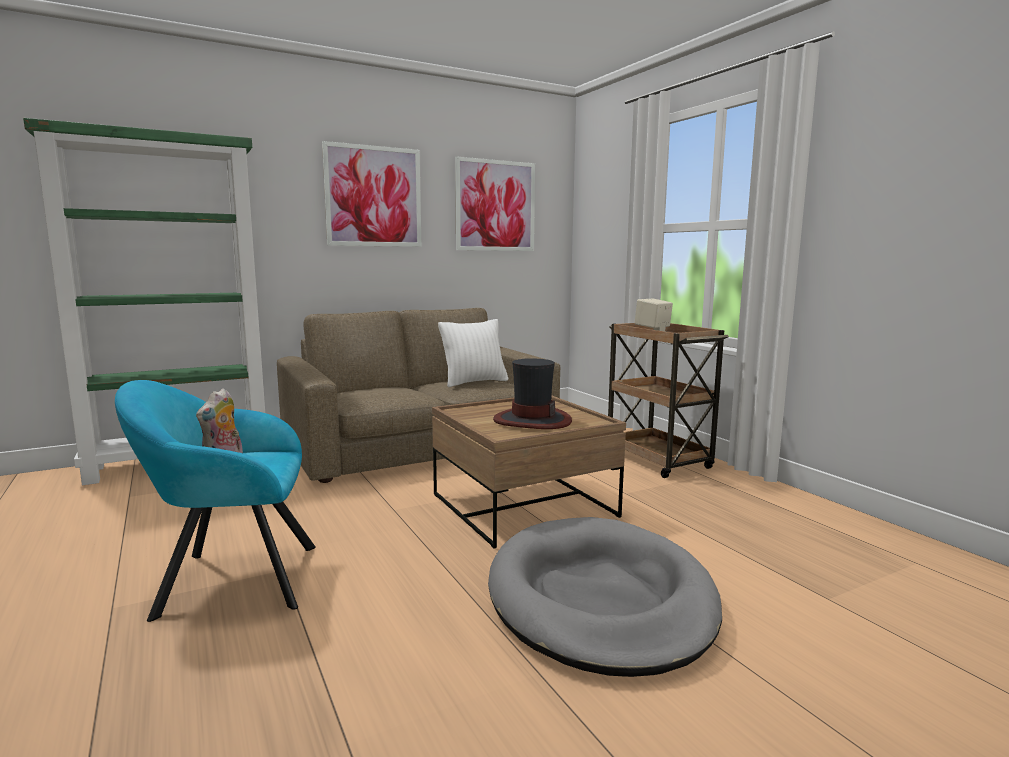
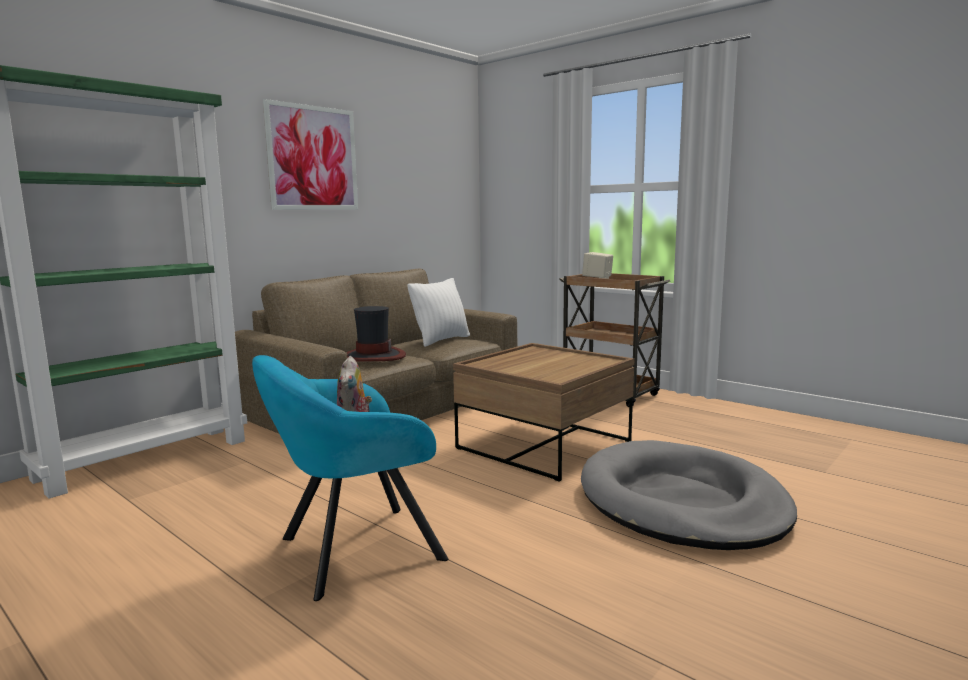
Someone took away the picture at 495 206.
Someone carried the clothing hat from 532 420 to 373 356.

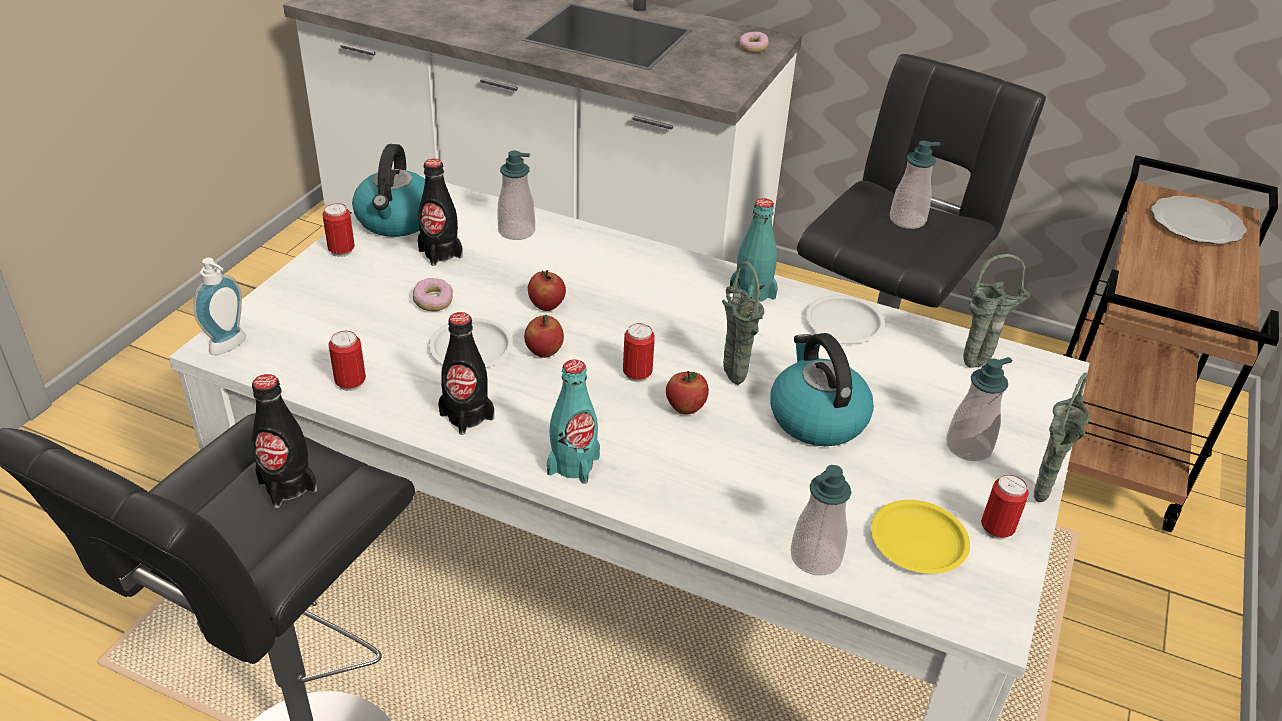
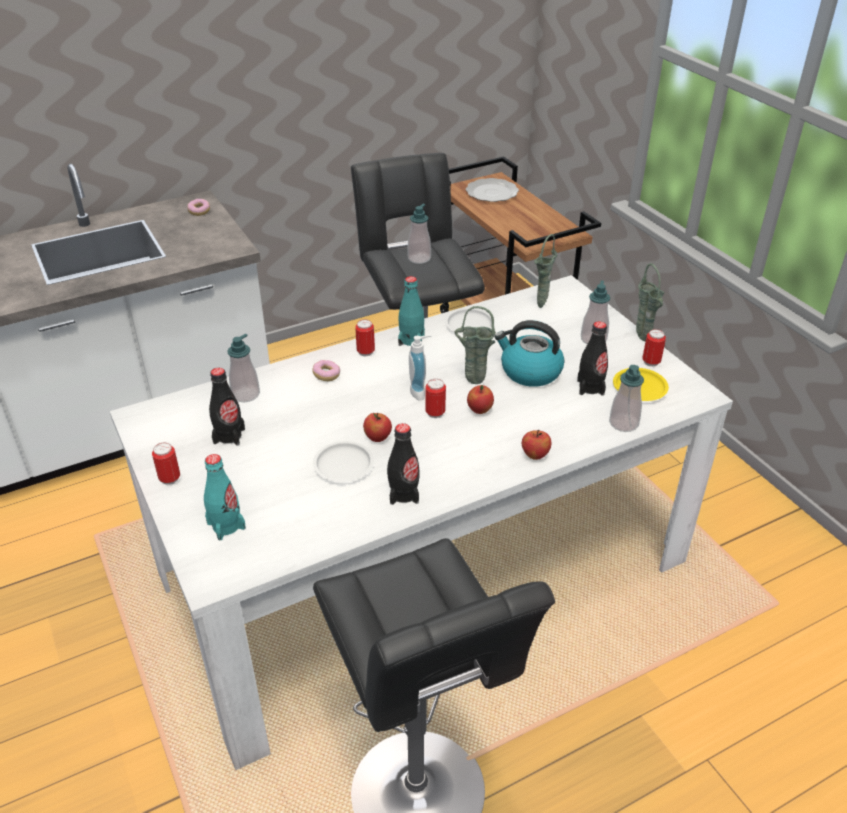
Someone took away the tea kettle at 397 220.
Someone carried the soap bottle from 231 347 to 420 392.
Someone carried the whole apple from 547 306 to 535 455.
Someone carried the donut from 433 302 to 326 375.
Someone carried the metal can from 350 383 to 365 352.
Someone carried the turquoise beverage bottle from 573 465 to 226 525.
Someone carried the black beverage bottle from 288 486 to 590 387.

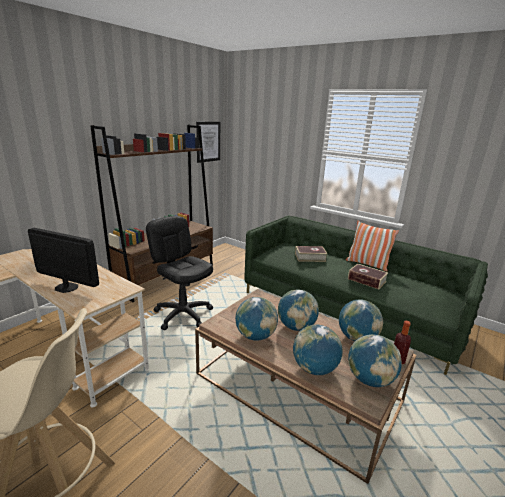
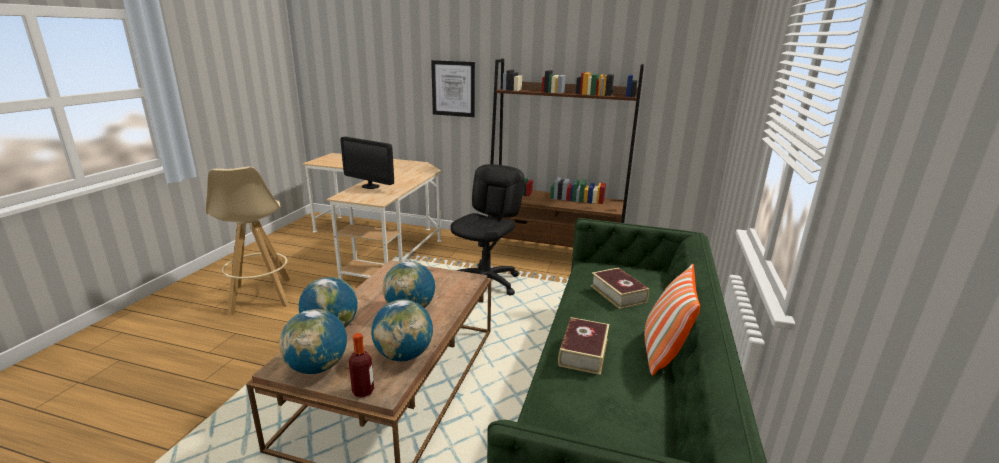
Someone carried the picture from 208 141 to 453 88.
Someone rotated the computer display at 66 287 by 120 degrees clockwise.
Someone took away the desk globe at 255 336.

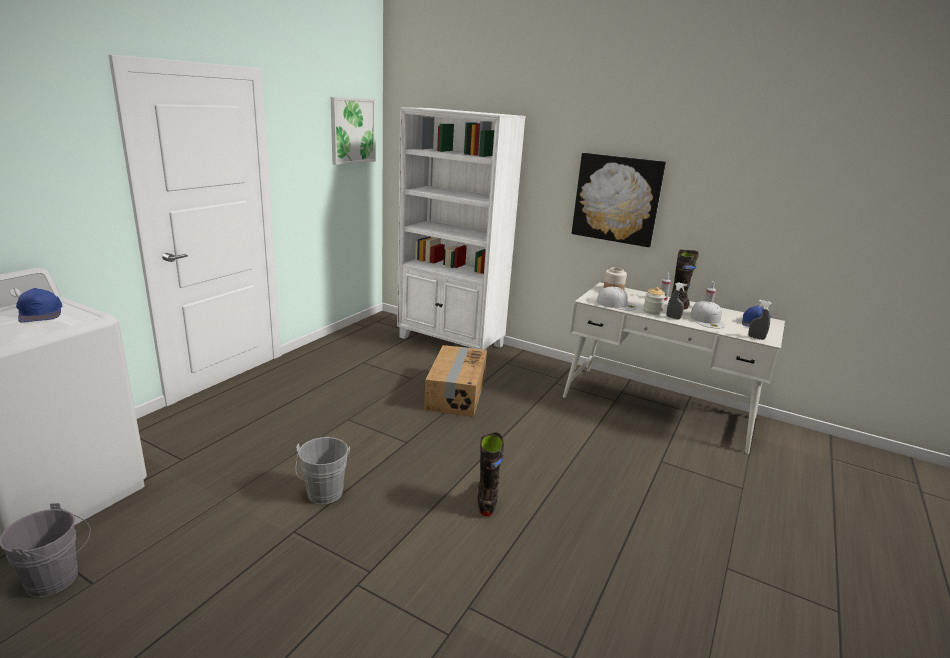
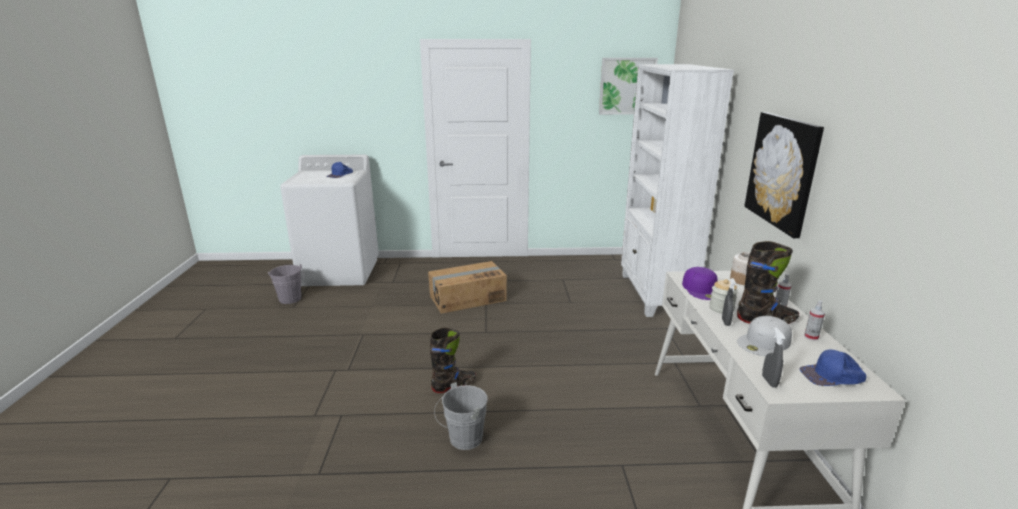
Someone repainted the white baseball cap at 617 304, which became the purplish baseball cap at 702 289.
Someone carried the cardboard box from 455 393 to 467 298.
Someone carried the greyish pail from 324 495 to 462 440.

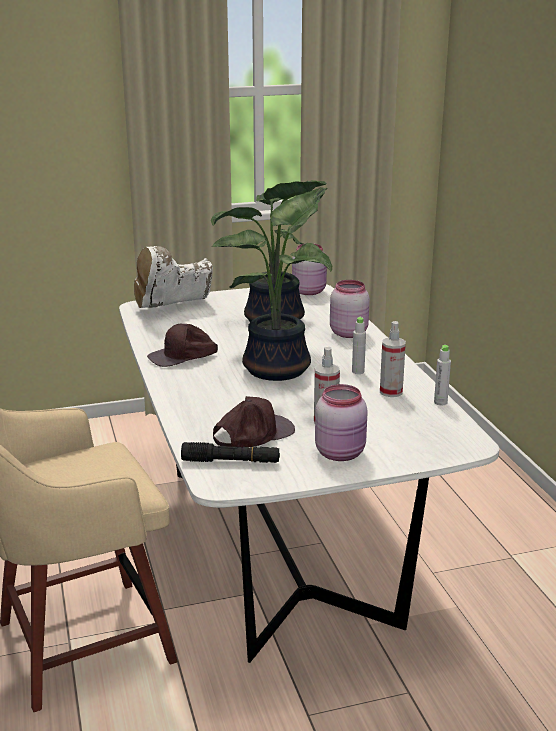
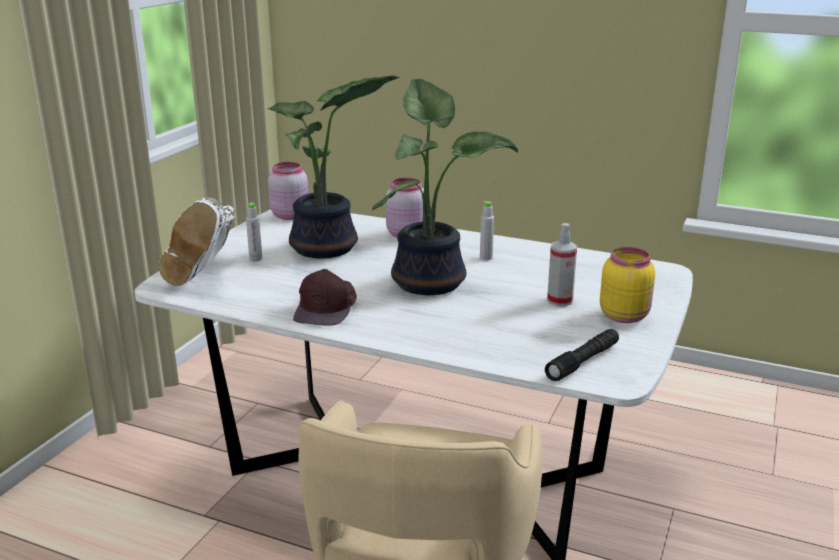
Someone took away the sprayer at 391 392.
Someone carried the greyish beverage bottle from 440 402 to 255 259.
Someone repainted the pinkish jar at 341 453, which became the yellow-coloured jar at 624 315.
Someone took away the brown-coloured baseball cap at 253 433.

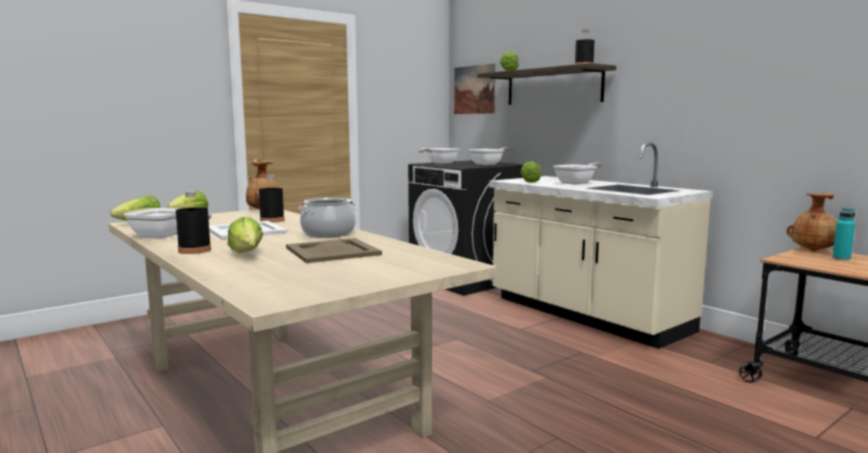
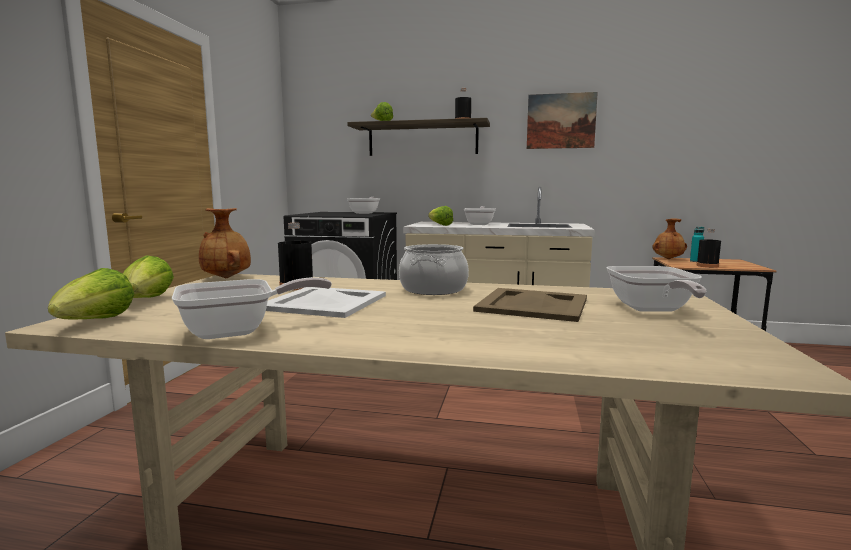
Someone carried the picture from 474 89 to 561 121.
Someone carried the pan from 439 163 to 652 310.
Someone carried the black beverage bottle from 194 250 to 707 266.
Someone took away the lettuce head at 247 254.

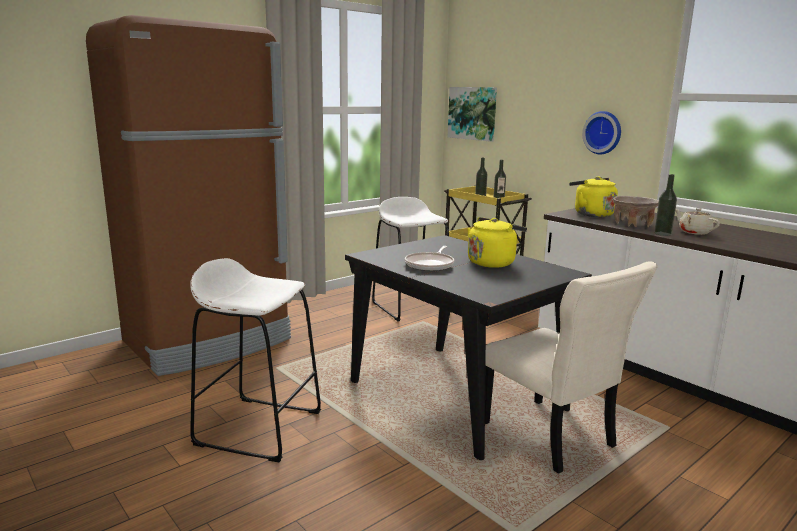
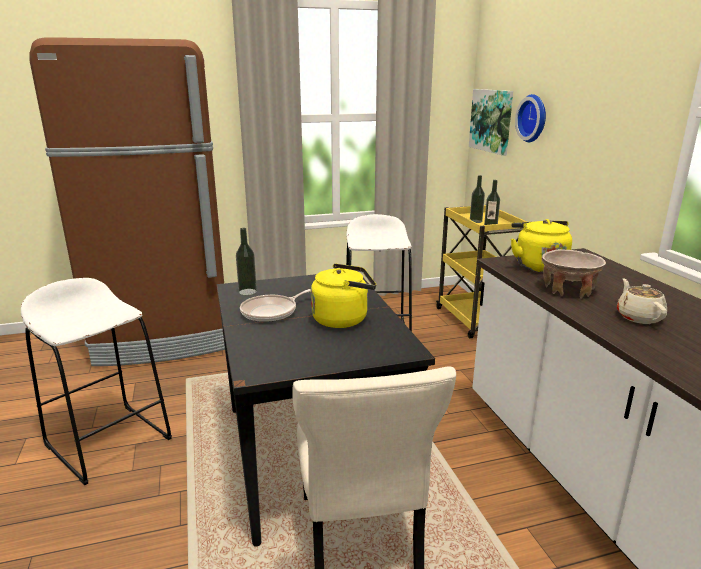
Someone carried the hanging clock from 603 132 to 534 118.
Someone carried the beverage bottle from 662 234 to 247 292.

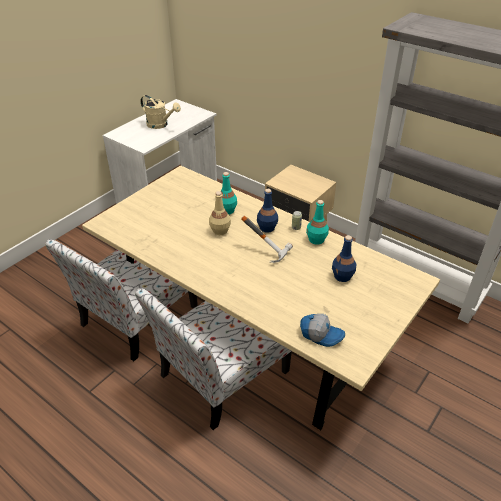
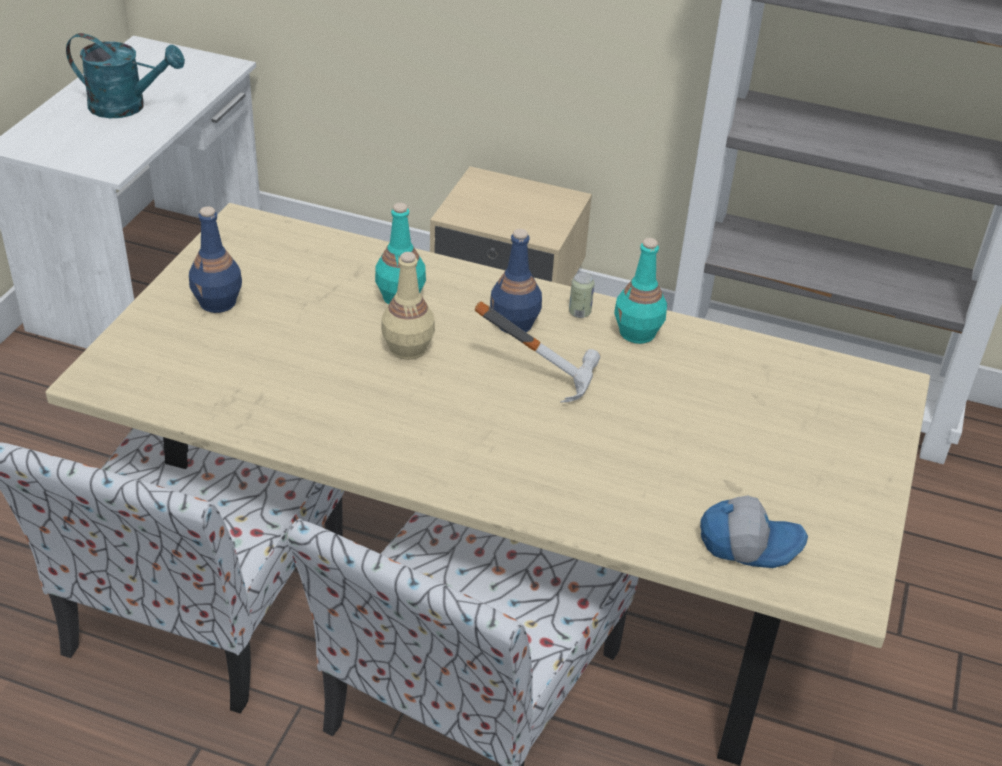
Someone repainted the beige watering pot at 160 125, which became the turquoise watering pot at 127 107.
Someone carried the blue beverage bottle from 342 276 to 218 302.

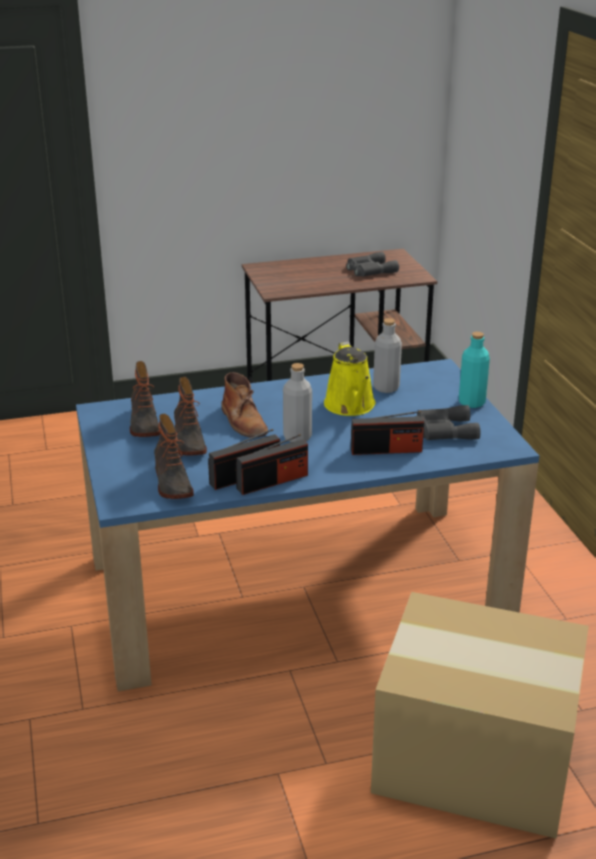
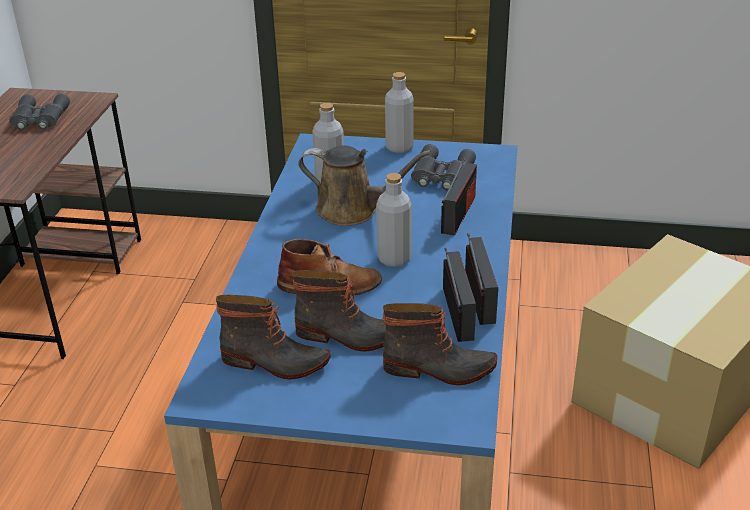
Someone repainted the turquoise beverage bottle at 471 402, which became the greyish beverage bottle at 399 147.
Someone repainted the yellow-coloured watering pot at 351 406, which became the brown-coloured watering pot at 353 210.

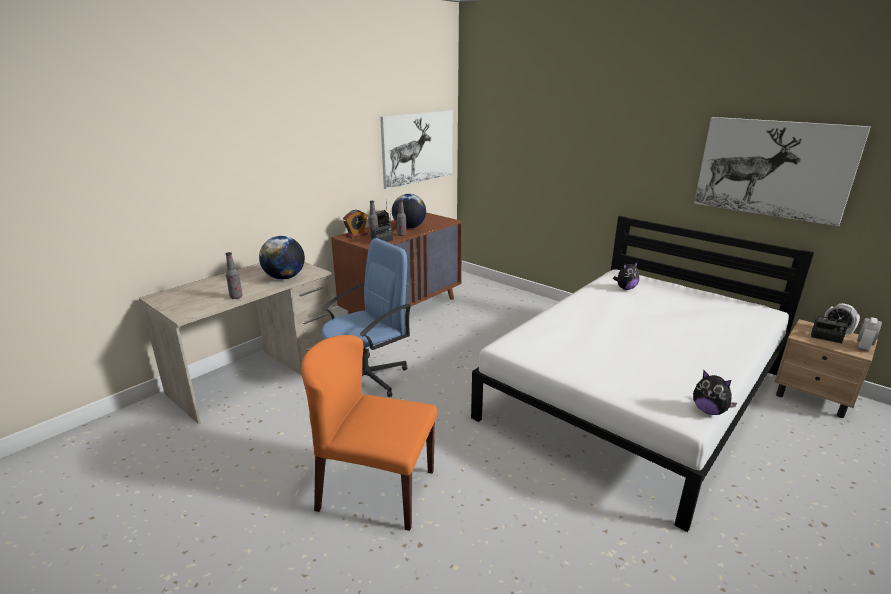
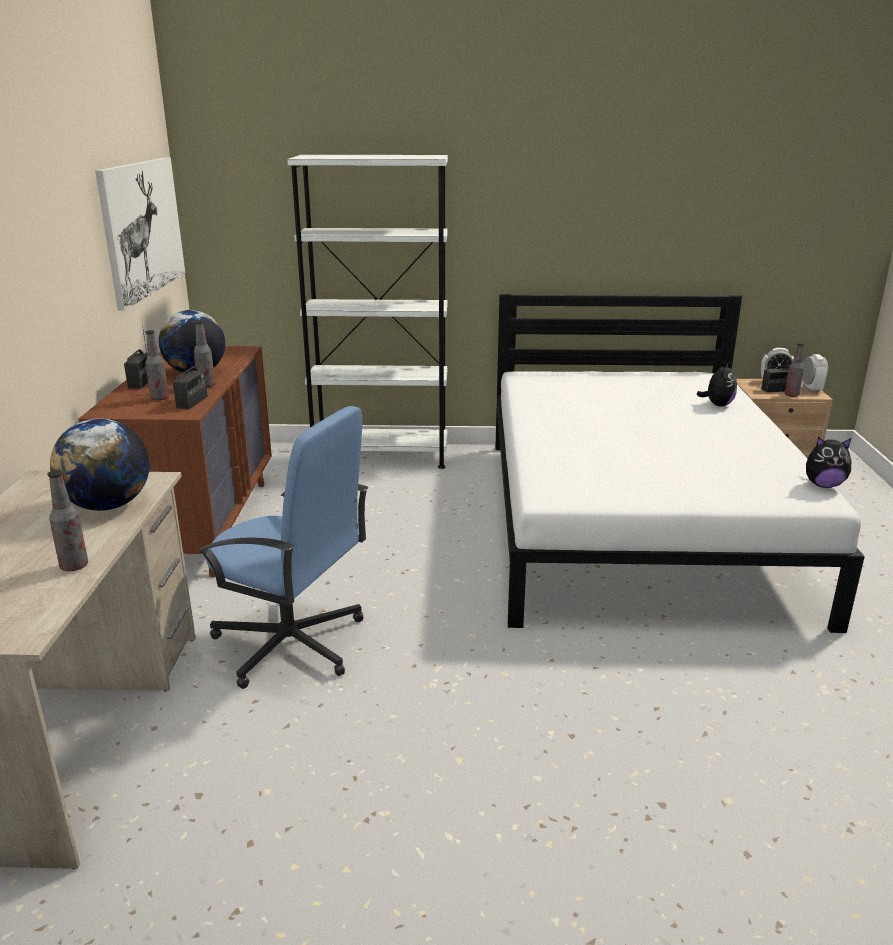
Someone took away the picture at 773 168.
Someone took away the bedside clock at 356 235.
Someone rotated the blue desk chair at 367 378 by 105 degrees clockwise.
Someone carried the plush toy from 625 288 to 717 405.
Someone took away the orange plain chair at 375 489.
Someone put down the white bookshelf at 380 456.
Someone put down the beverage bottle at 791 395.

